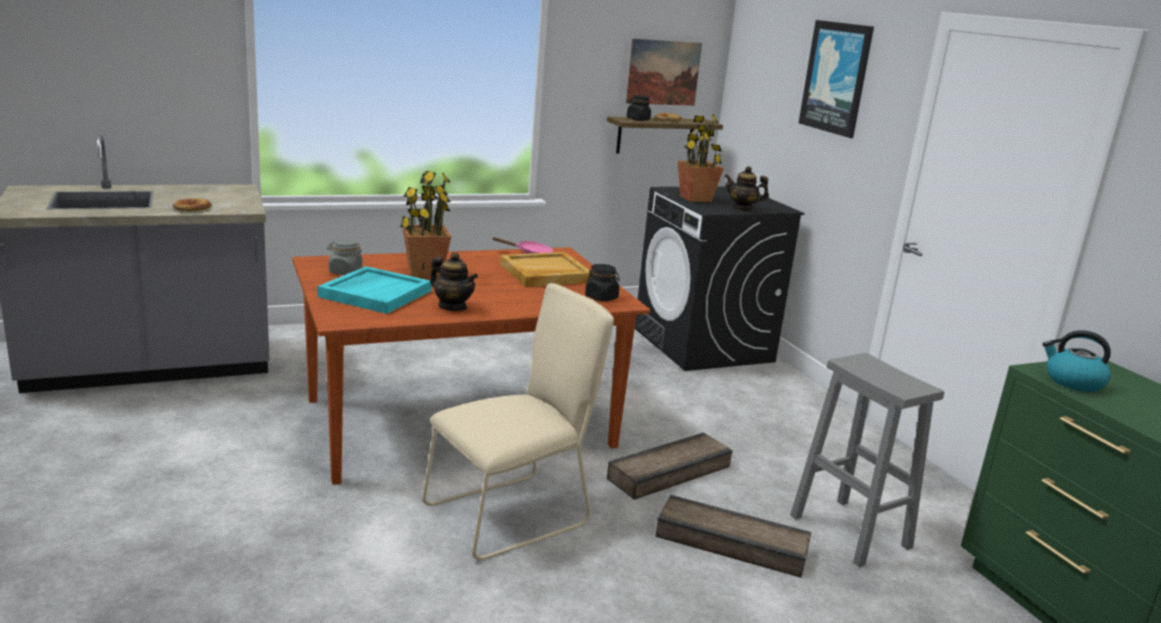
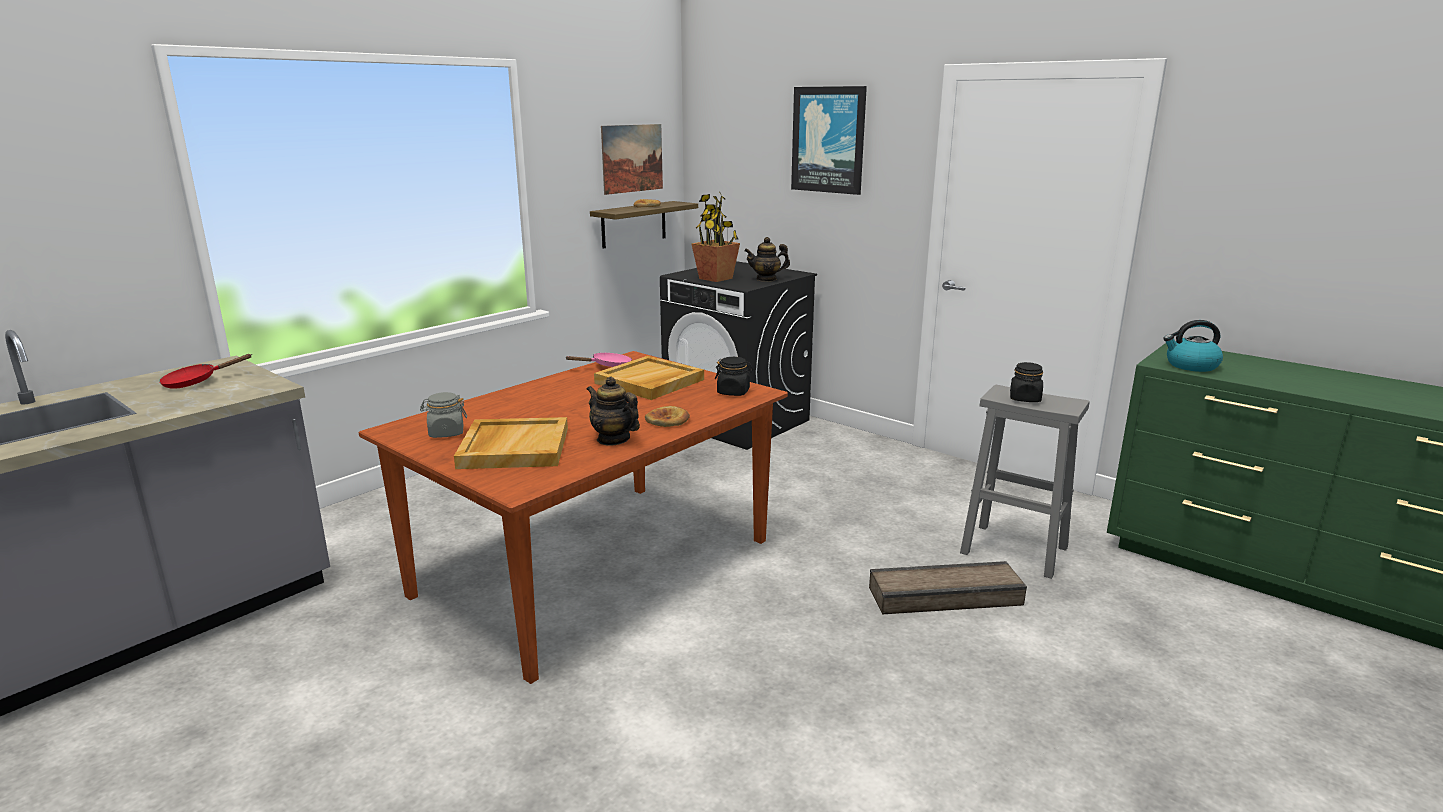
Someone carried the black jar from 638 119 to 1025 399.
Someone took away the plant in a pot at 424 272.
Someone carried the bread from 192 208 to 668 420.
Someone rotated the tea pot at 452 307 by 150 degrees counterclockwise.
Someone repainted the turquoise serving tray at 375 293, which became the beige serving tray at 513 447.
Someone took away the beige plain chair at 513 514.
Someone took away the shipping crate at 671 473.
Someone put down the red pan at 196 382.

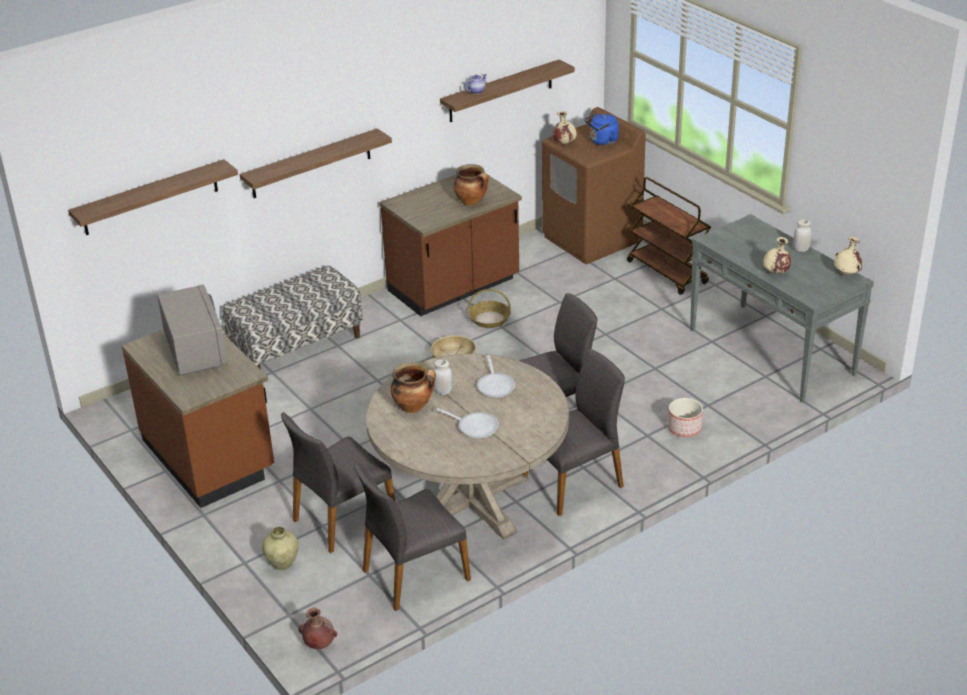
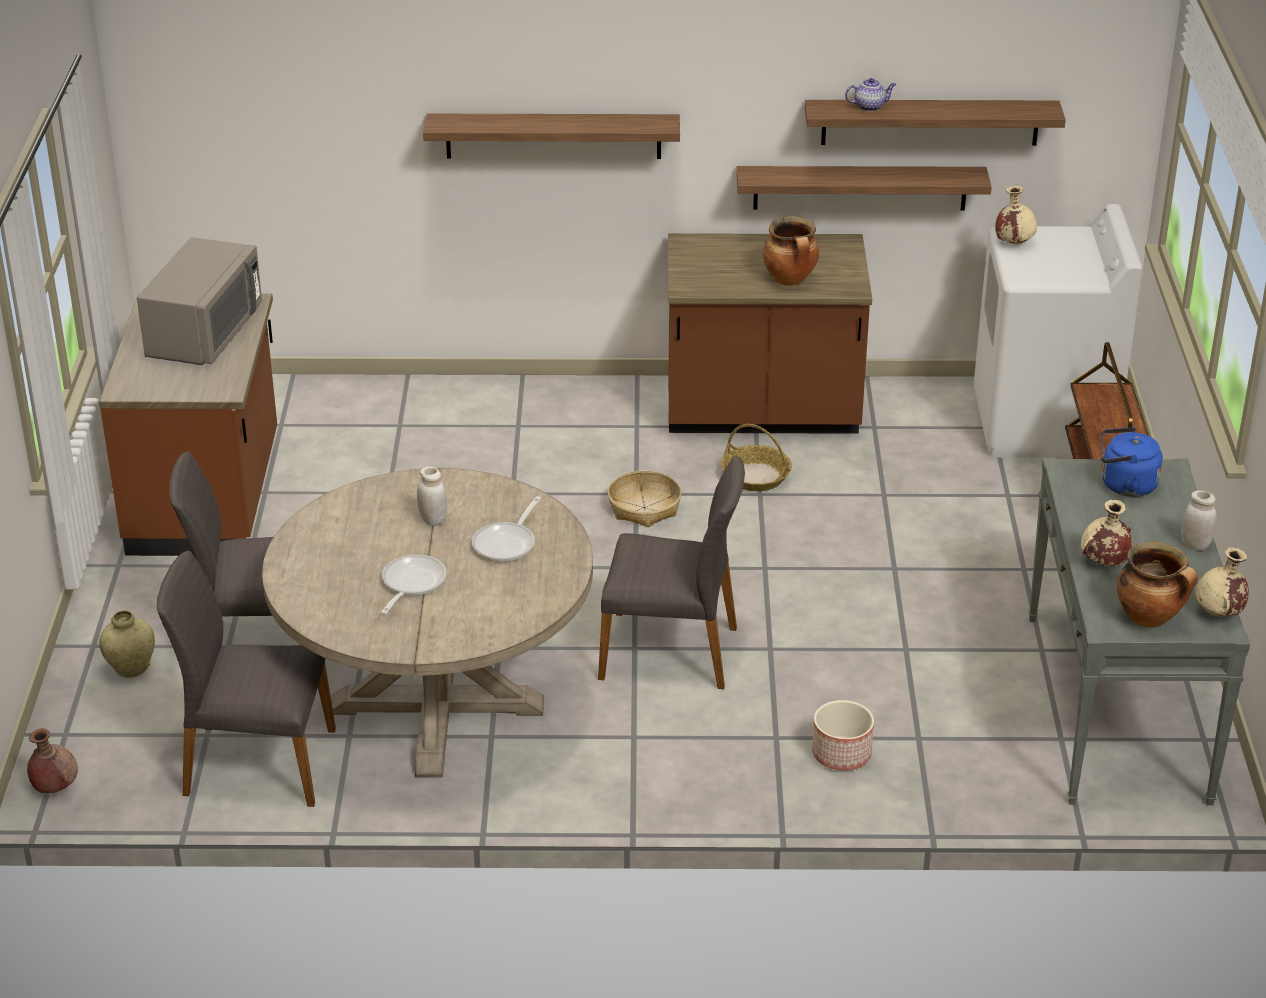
Someone repainted the brown-coloured laundry appliance at 592 239, which became the white laundry appliance at 1043 424.
Someone carried the blue tea kettle from 602 141 to 1124 485.
Someone carried the wall shelf from 150 198 to 860 187.
Someone took away the indoor bench at 297 345.
Someone took away the greyish plain chair at 574 482.
Someone carried the cooking pot from 413 406 to 1150 618.
Someone rotated the pan at 475 427 by 135 degrees counterclockwise.

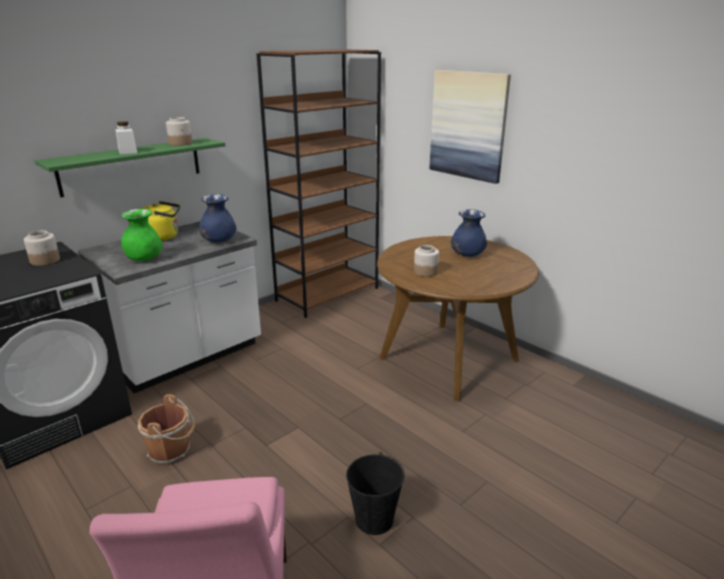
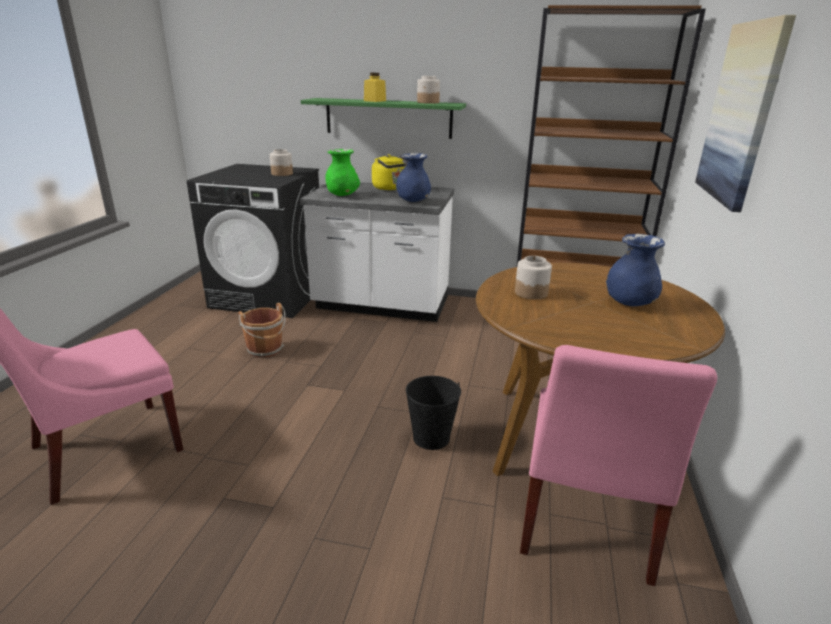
Someone repainted the white jar at 127 151, which became the yellow-coloured jar at 375 101.
Someone carried the black pail from 374 519 to 431 437.
Someone put down the pinkish plain chair at 584 522.

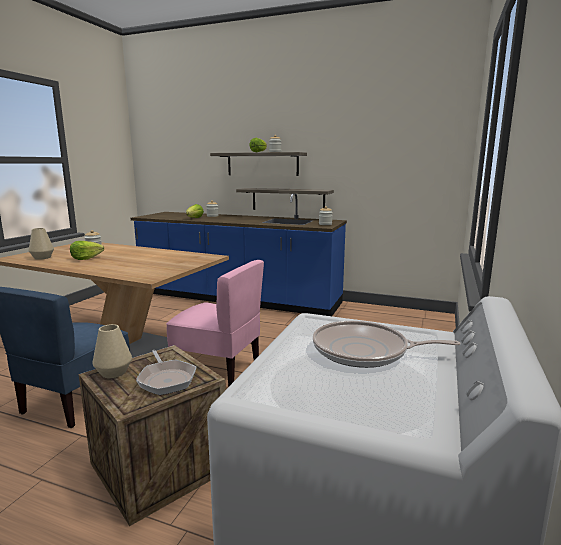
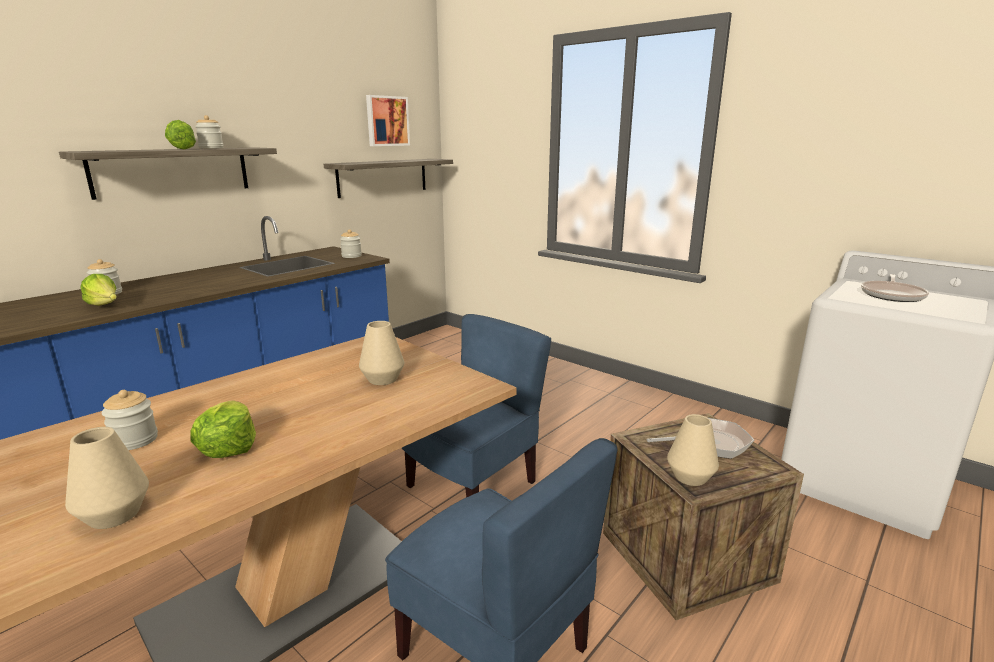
Someone carried the wall shelf from 288 200 to 383 177.
Someone repainted the pinkish plain chair at 218 369, which became the blue plain chair at 473 486.
Someone put up the picture at 387 121.
Someone put down the beige decorative vase at 382 379.

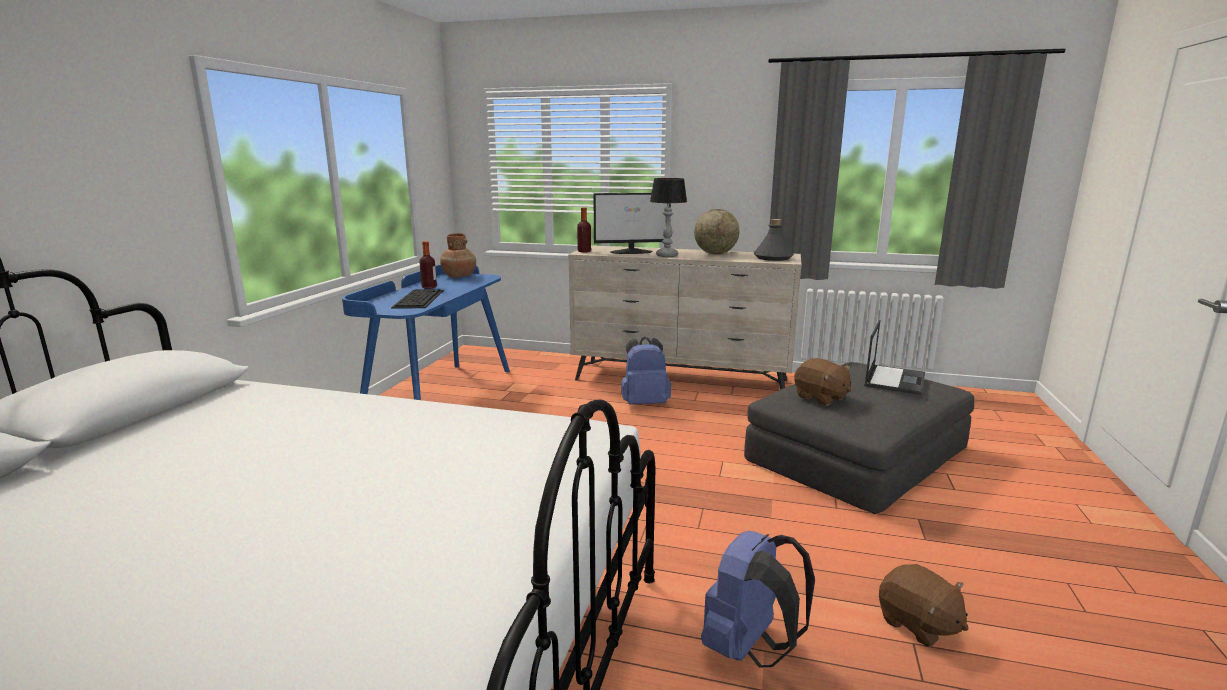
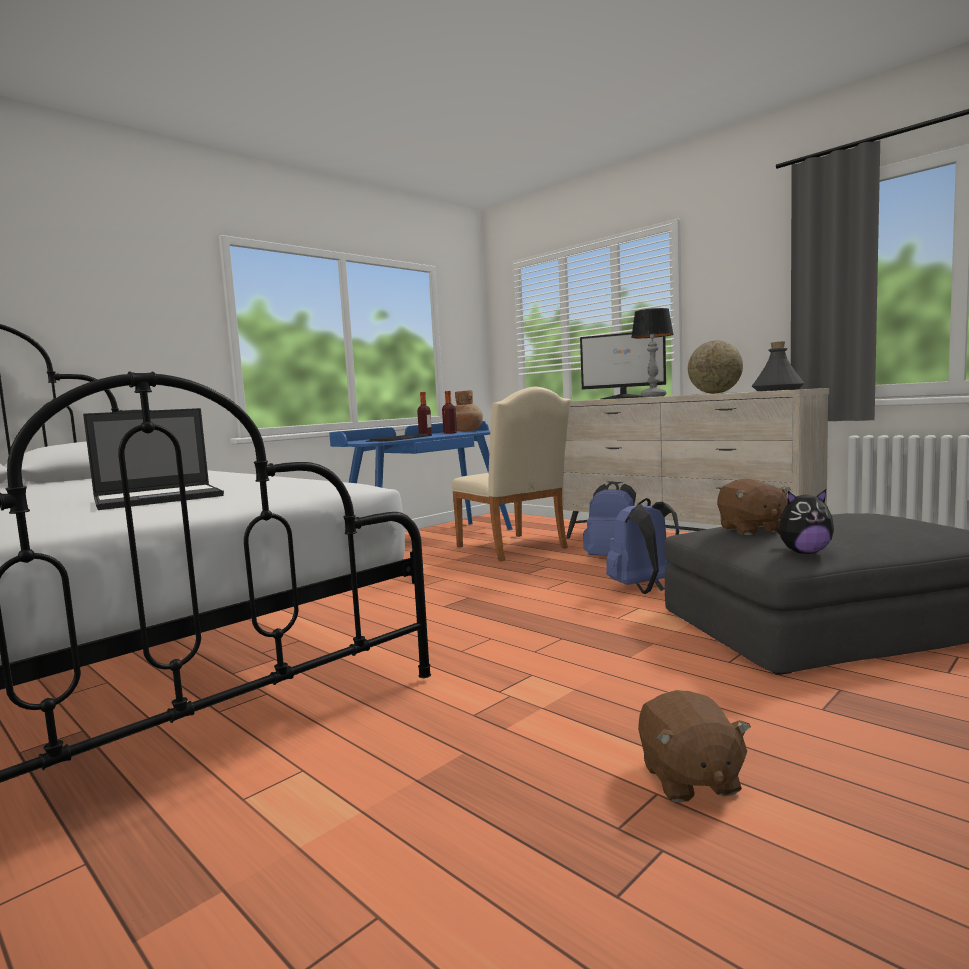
Someone carried the beverage bottle from 584 251 to 450 433.
Someone carried the notebook computer from 894 380 to 160 498.
Someone carried the blue knapsack from 749 649 to 644 589.
Someone put down the beige plain chair at 515 548.
Someone put down the plush toy at 804 552.

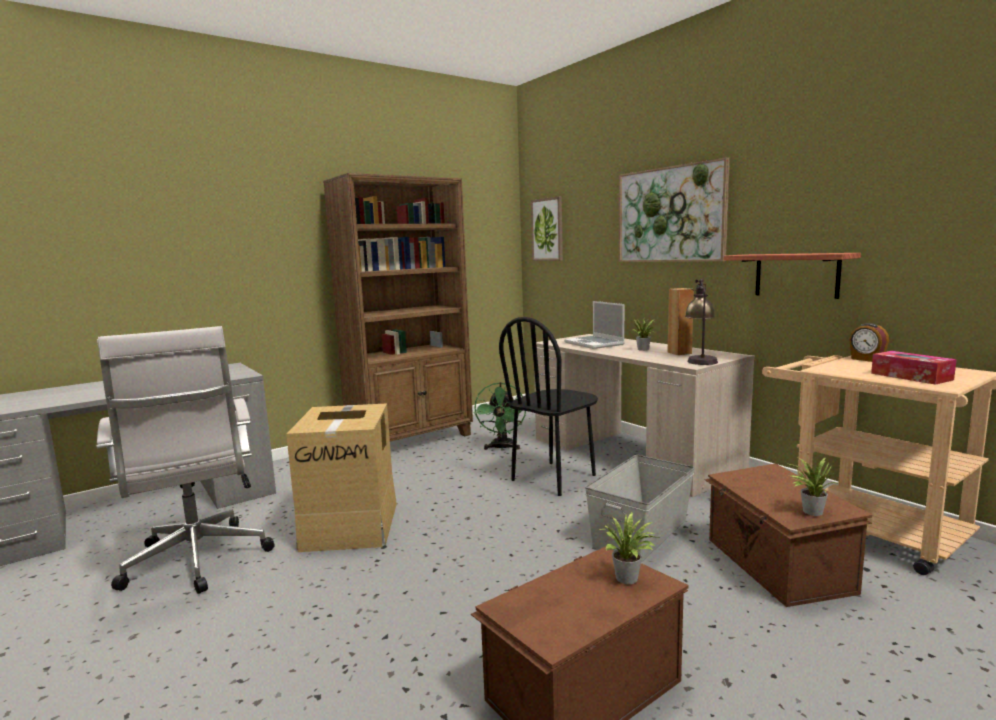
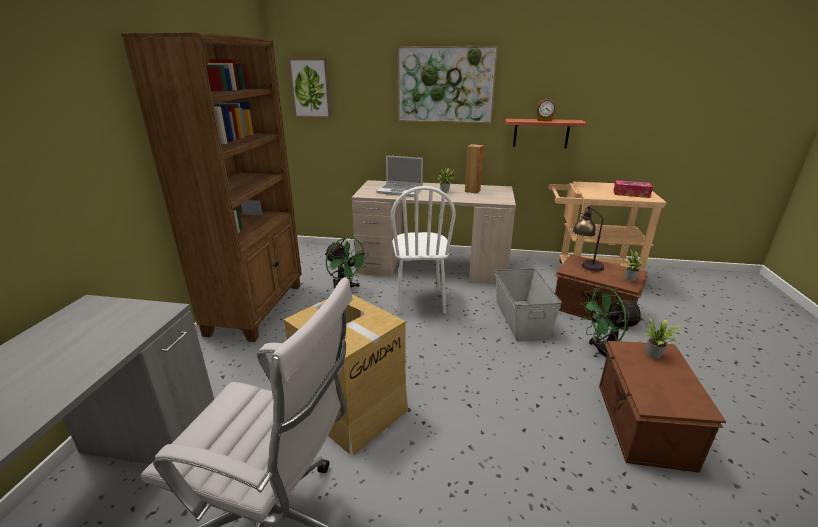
Someone carried the table lamp from 700 359 to 585 264.
Someone repainted the black plain chair at 554 478, which became the white plain chair at 420 301.
Someone carried the bedside clock from 867 359 to 544 120.
Someone put down the greenish fan at 602 353.

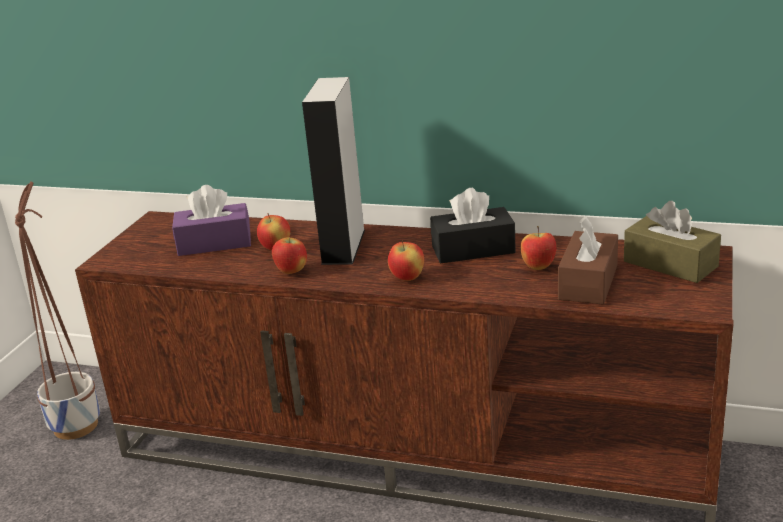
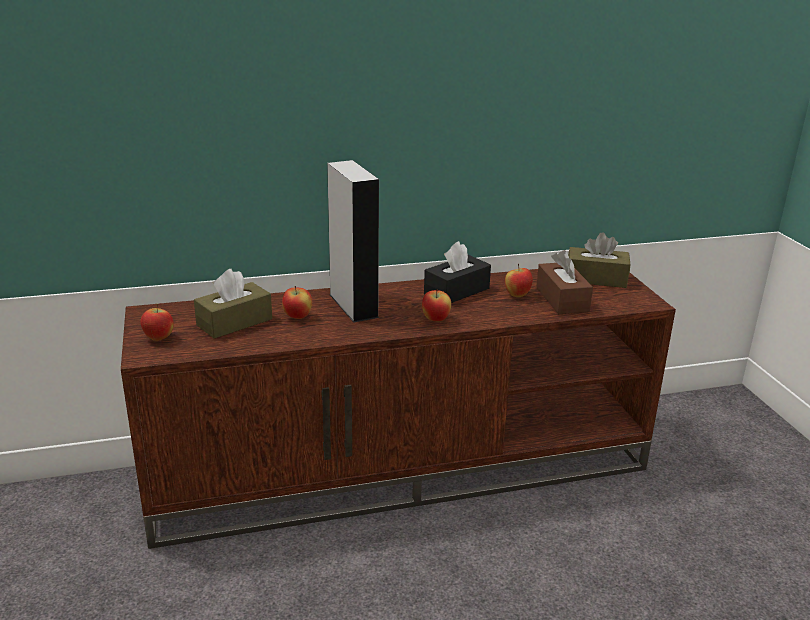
Someone took away the flower pot at 76 425.
Someone repainted the purplish tissue holder at 214 243, which became the brown-coloured tissue holder at 234 322.
Someone carried the whole apple from 291 272 to 158 338.

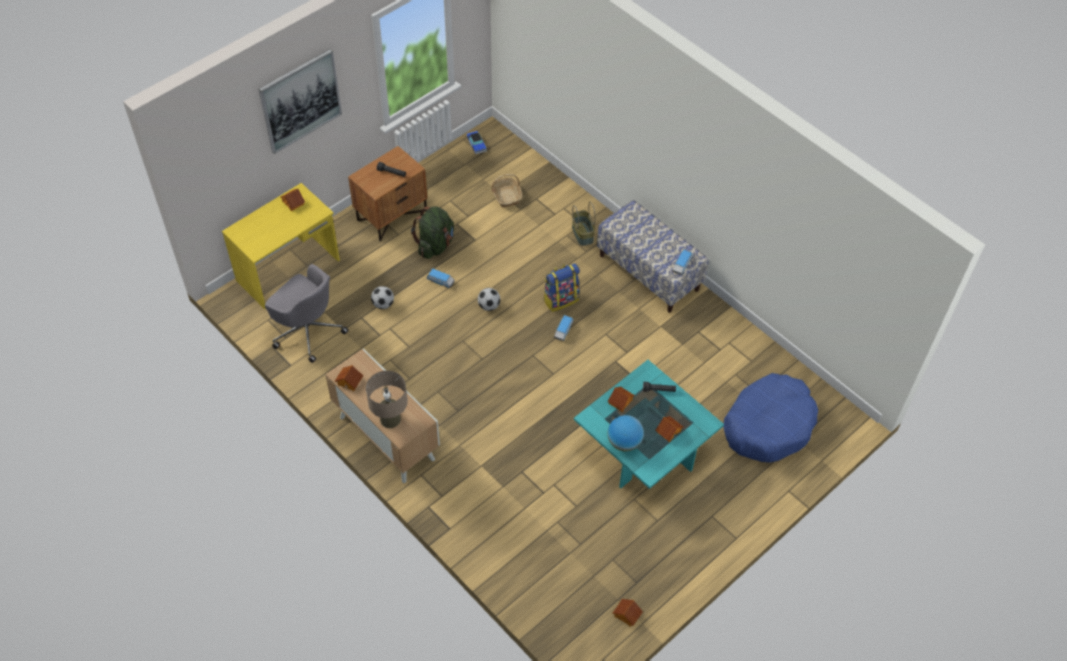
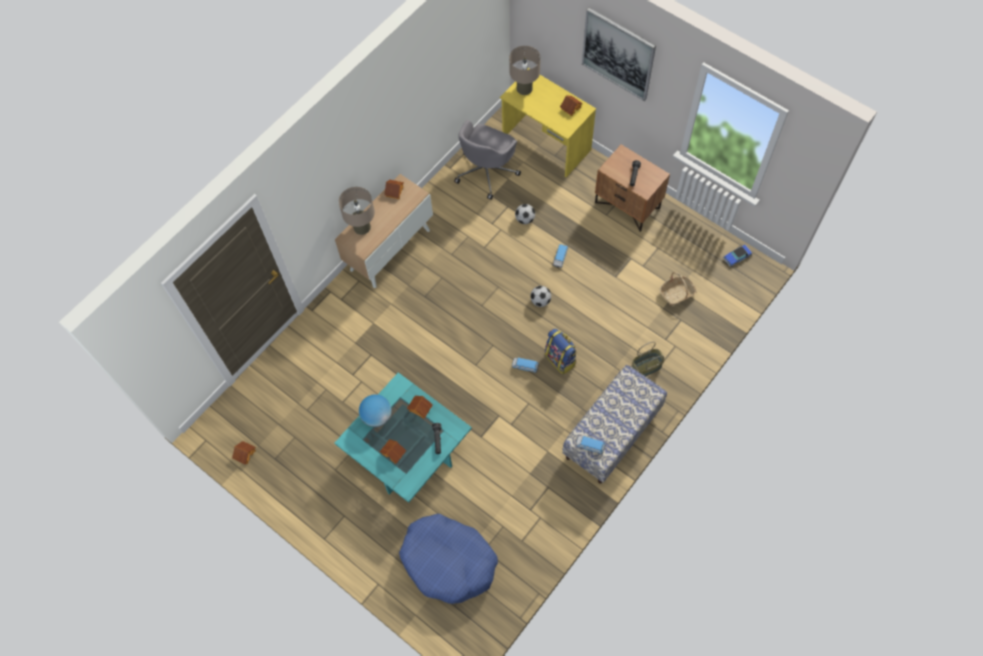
Someone took away the greenish knapsack at 435 245.
Someone put down the beige table lamp at 524 88.

